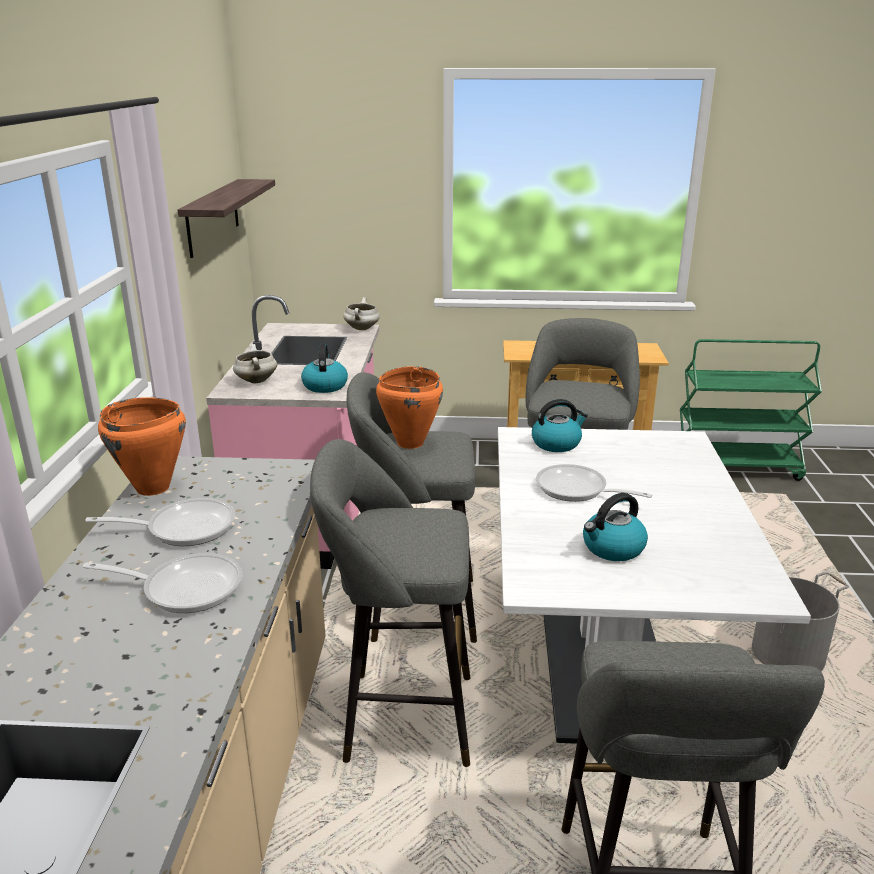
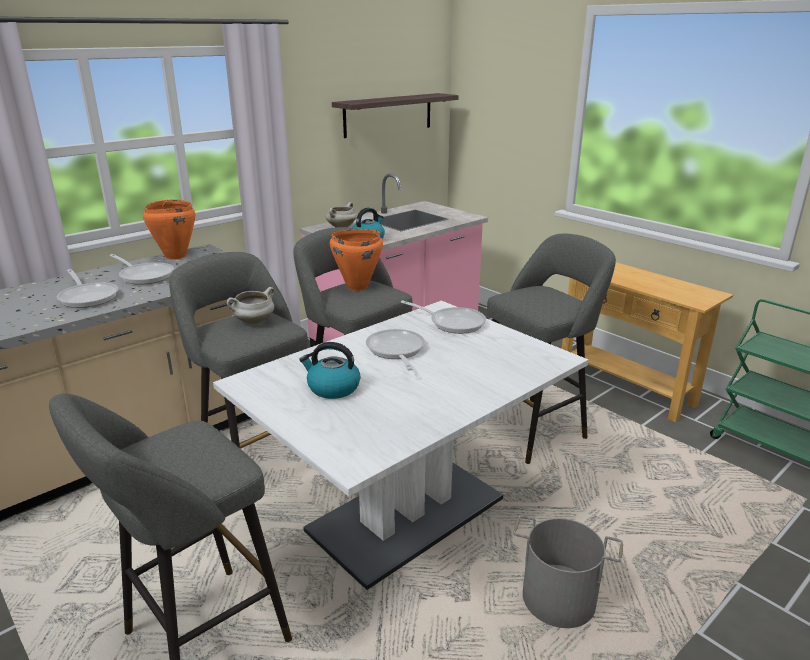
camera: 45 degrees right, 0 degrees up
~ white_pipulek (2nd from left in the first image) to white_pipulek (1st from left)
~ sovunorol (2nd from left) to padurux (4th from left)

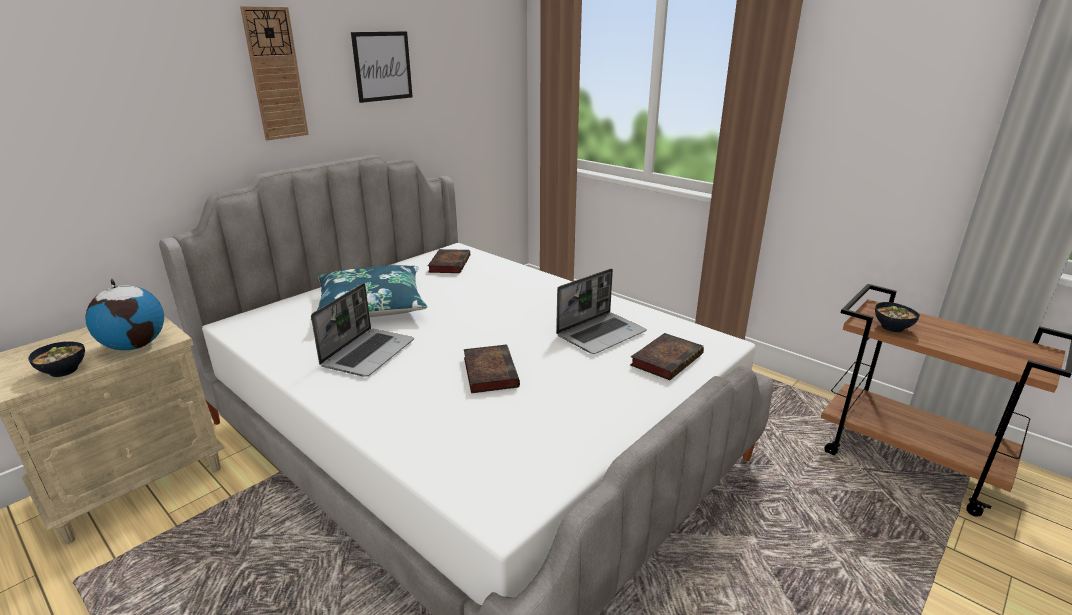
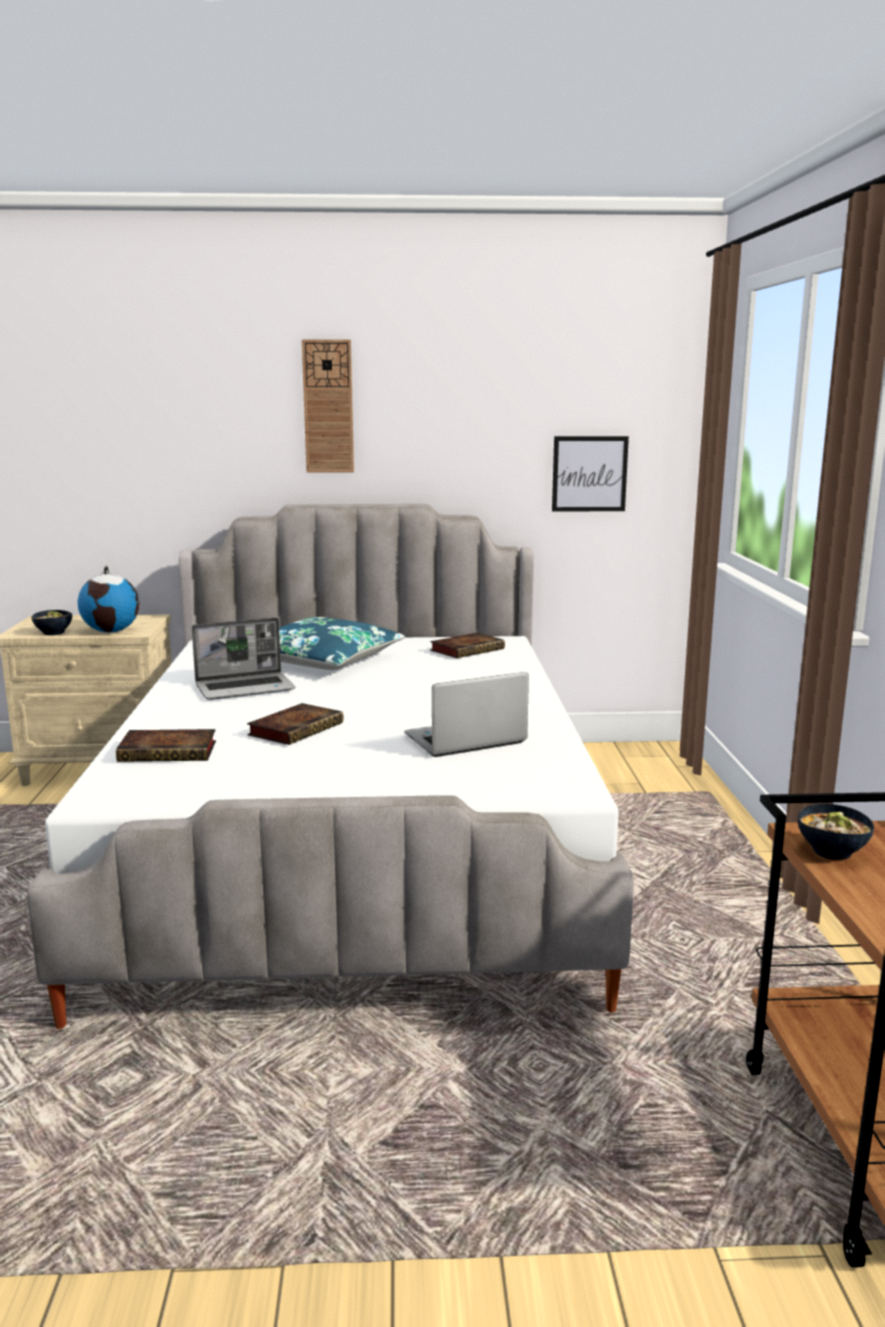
camera: 45 degrees right, 10 degrees down
~ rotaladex (3rd from left in the first image) to rotaladex (1st from left)
~ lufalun (2nd from left) 150 degrees clockwise
~ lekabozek

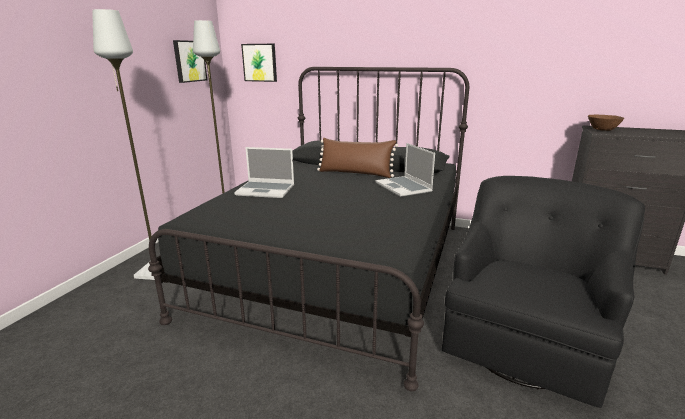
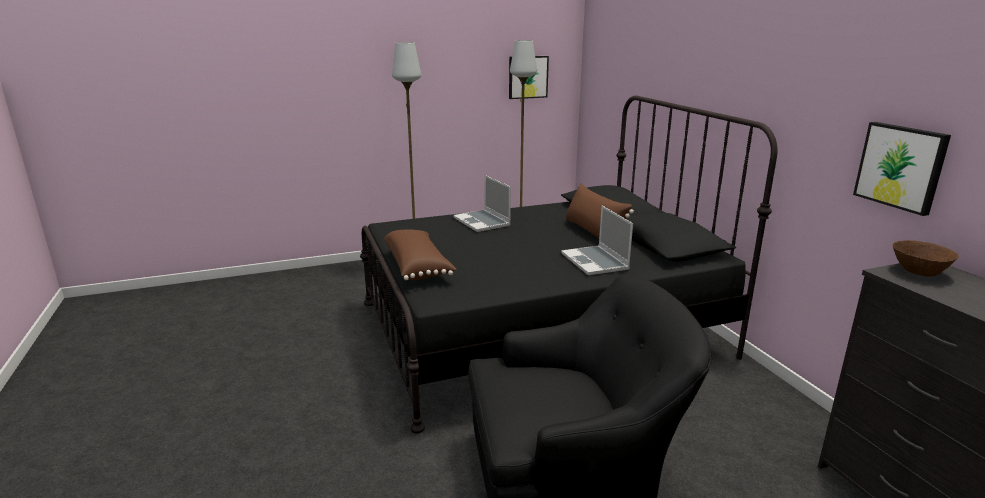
camera: 50 degrees right, 0 degrees up
+ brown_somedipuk (1st from left)
~ lufalun (2nd from left) 45 degrees counterclockwise
~ lekabozek (2nd from left)

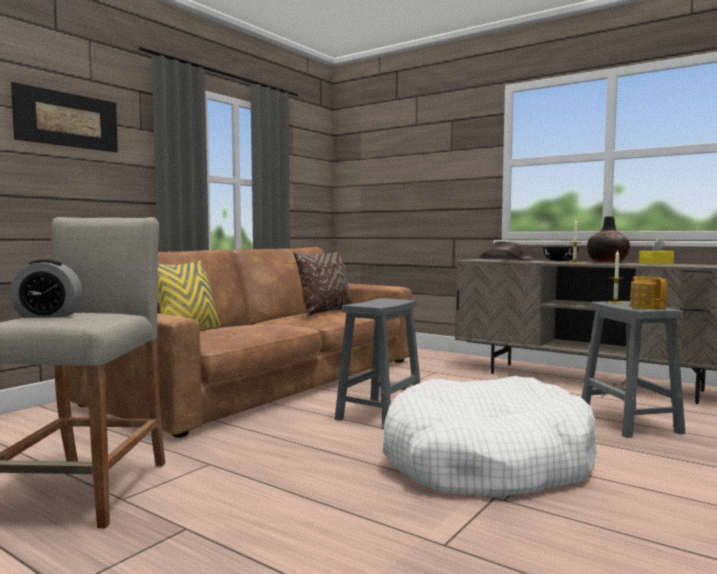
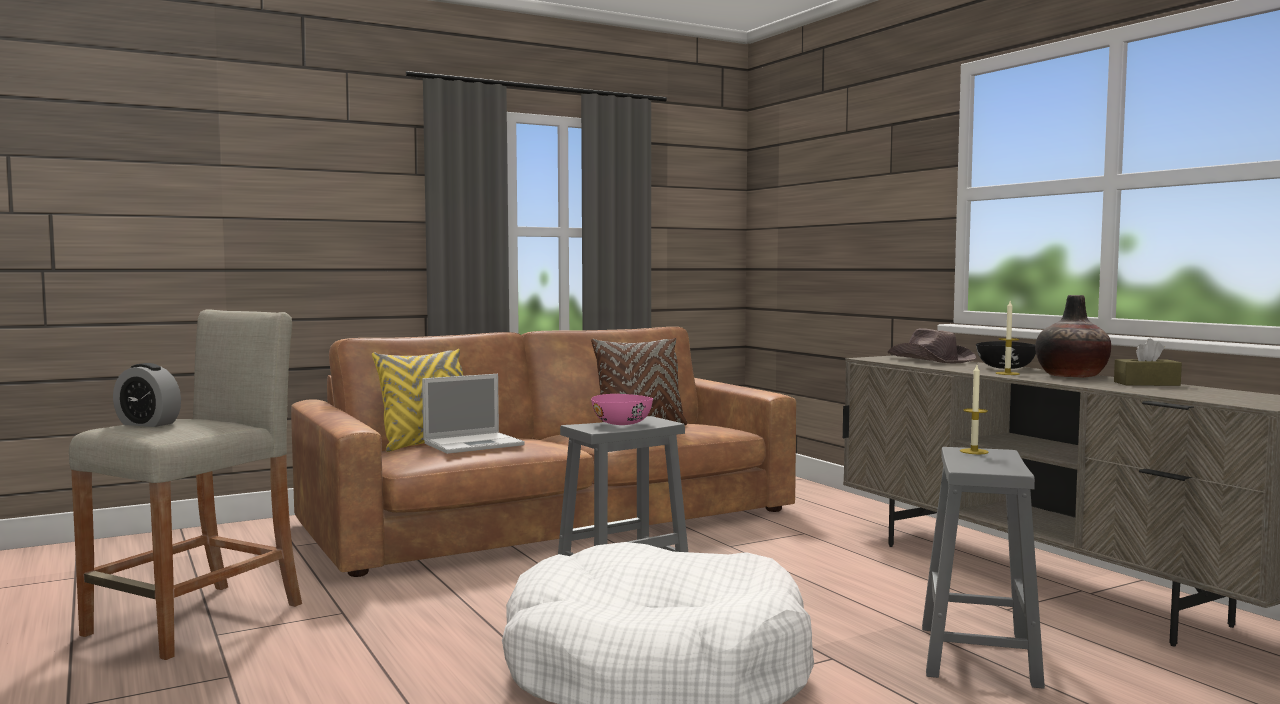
camera: 25 degrees right, 0 degrees up
+ lufalun
+ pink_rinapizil
~ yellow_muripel to brown_muripel
- lekabozek
- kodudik

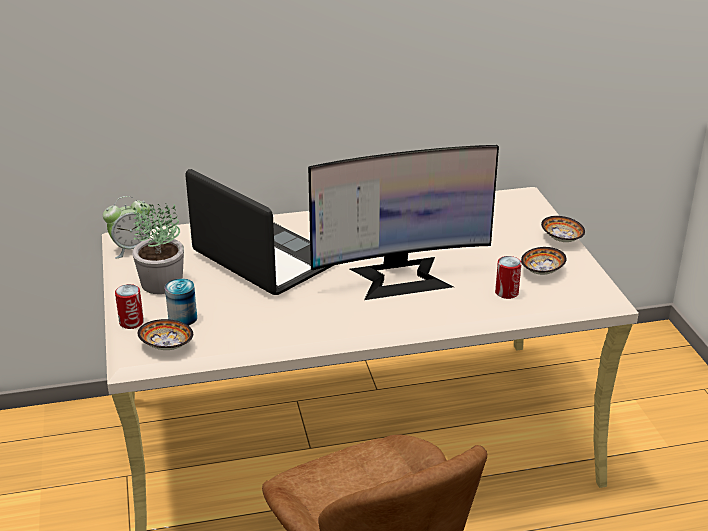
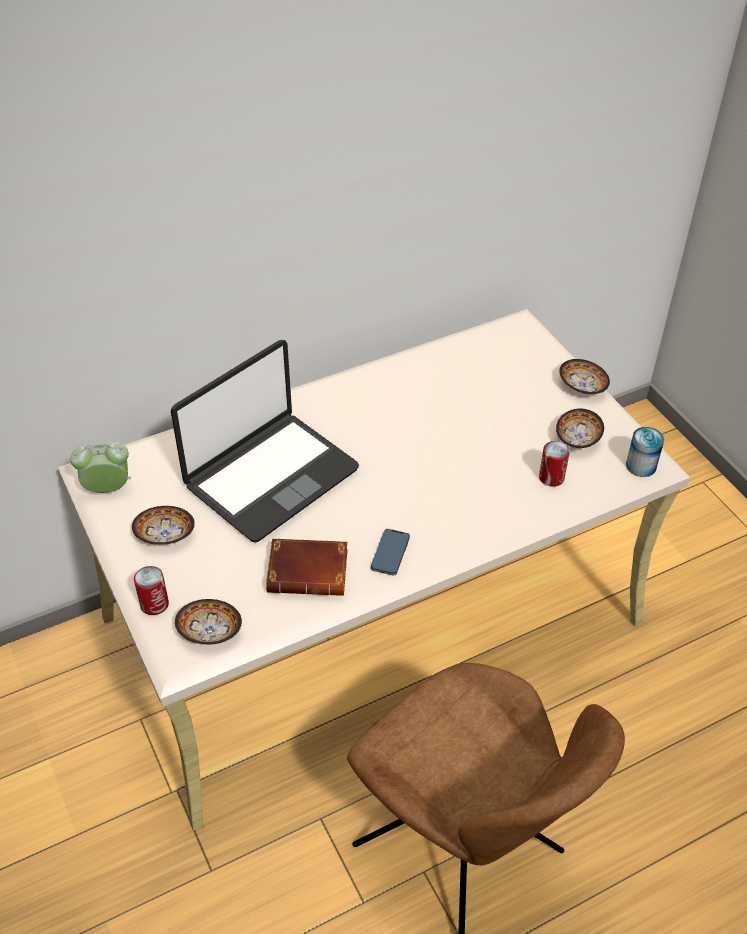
camera: 15 degrees left, 15 degrees up
~ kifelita 150 degrees counterclockwise
~ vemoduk to rinapizil (1st from left)
~ lufalun 105 degrees clockwise
+ brown_rotaladex
+ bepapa
~ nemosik (2nd from left in the first image) to nemosik (3rd from left)
- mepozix

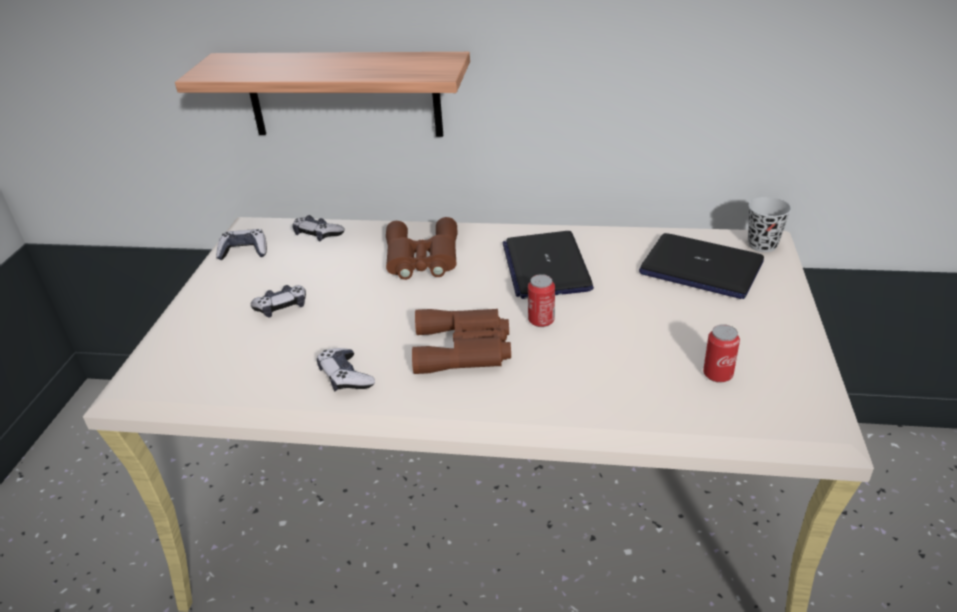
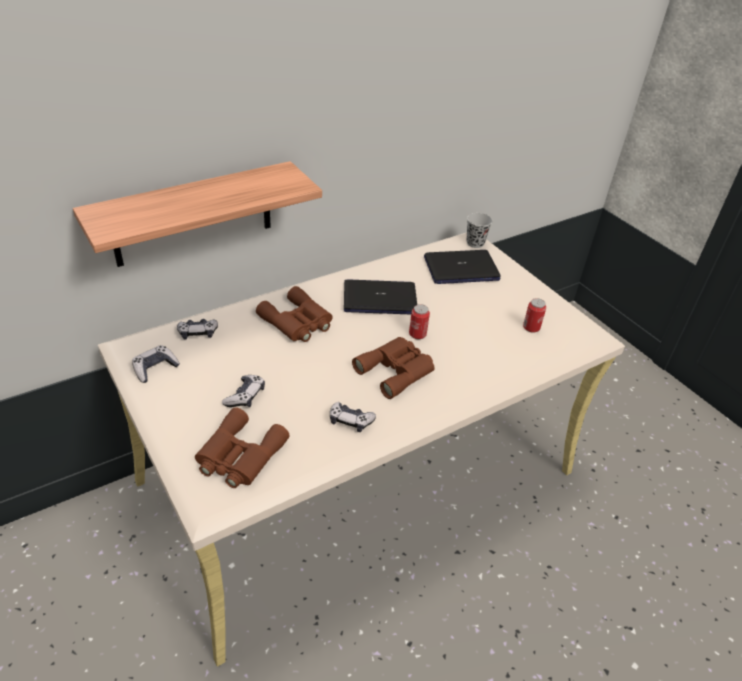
camera: 45 degrees left, 5 degrees up
+ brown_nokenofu (1st from left)
~ lufalun (1st from left) 135 degrees clockwise

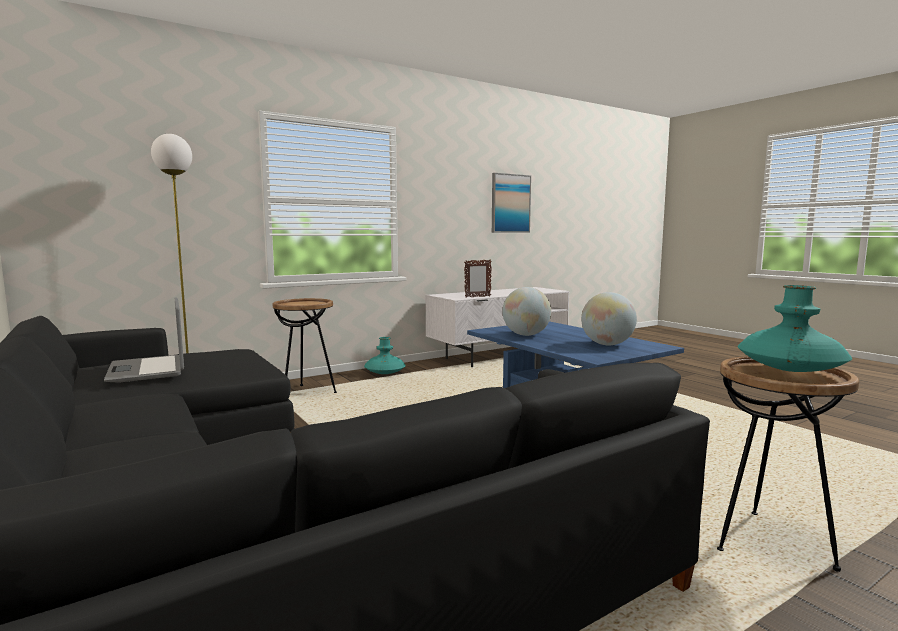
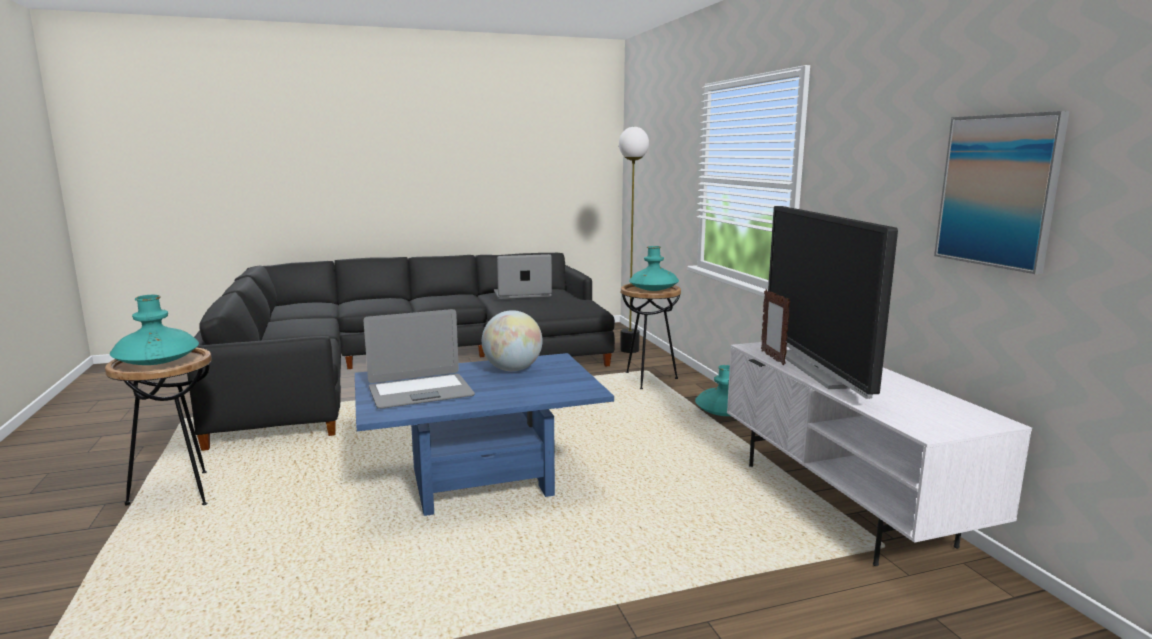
camera: 105 degrees right, 5 degrees up
~ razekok (2nd from left) to lufalun (1st from left)
+ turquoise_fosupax (2nd from left)
+ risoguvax

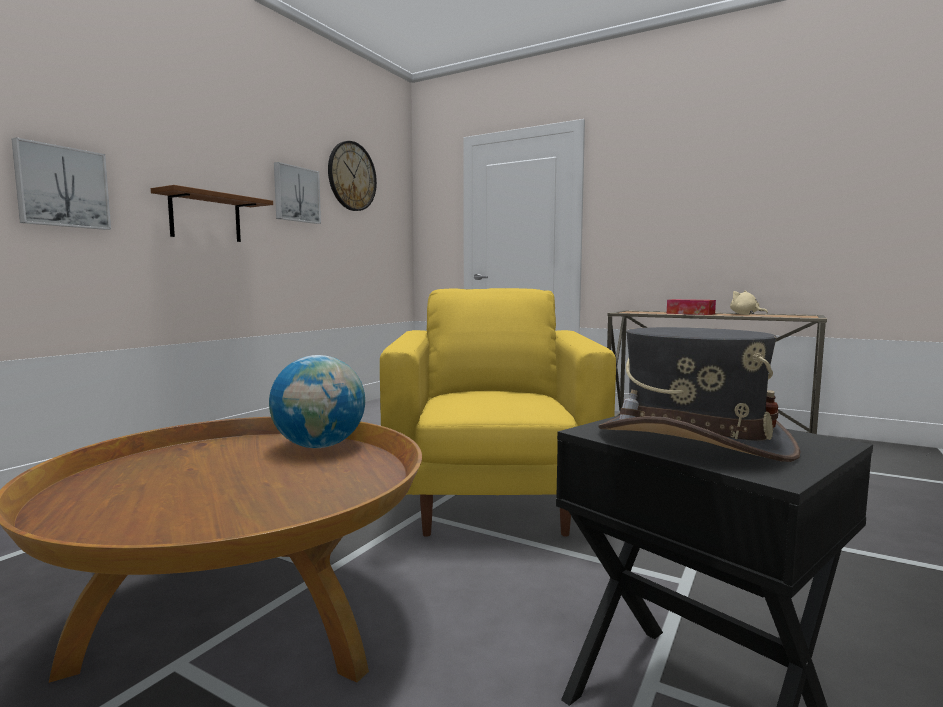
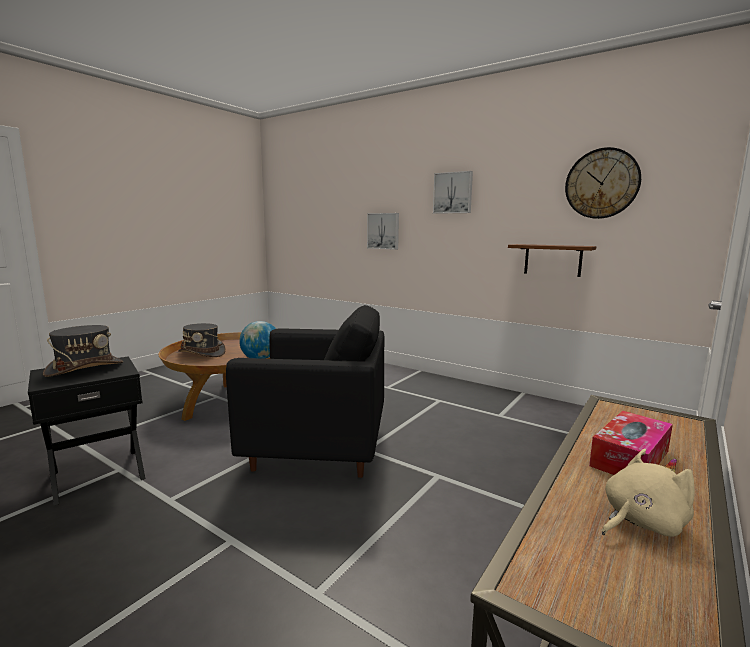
camera: 95 degrees right, 5 degrees up
+ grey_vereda (2nd from left)
~ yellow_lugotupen to black_lugotupen
~ lekabozek (2nd from left)
~ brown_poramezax

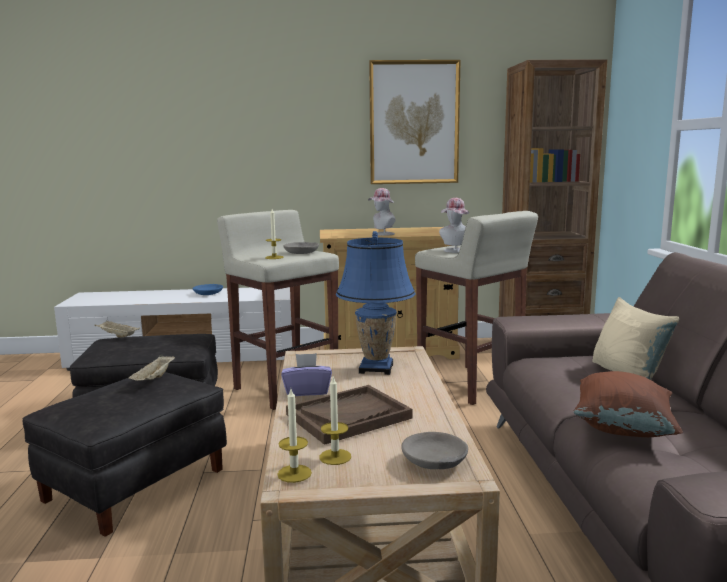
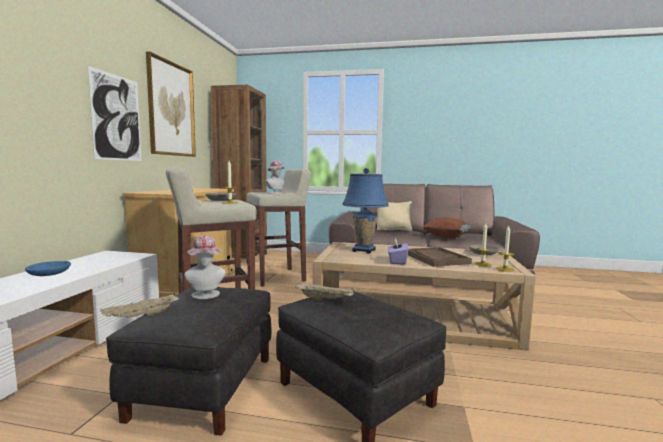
camera: 75 degrees left, 5 degrees down
+ lekabozek (1st from left)
~ vereda (1st from left)

